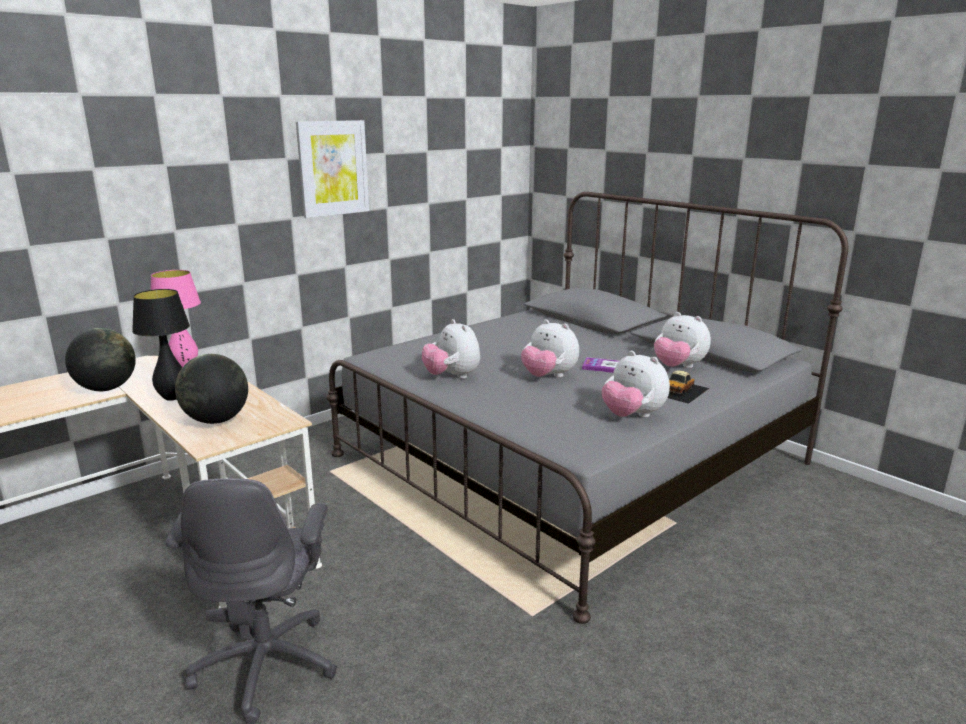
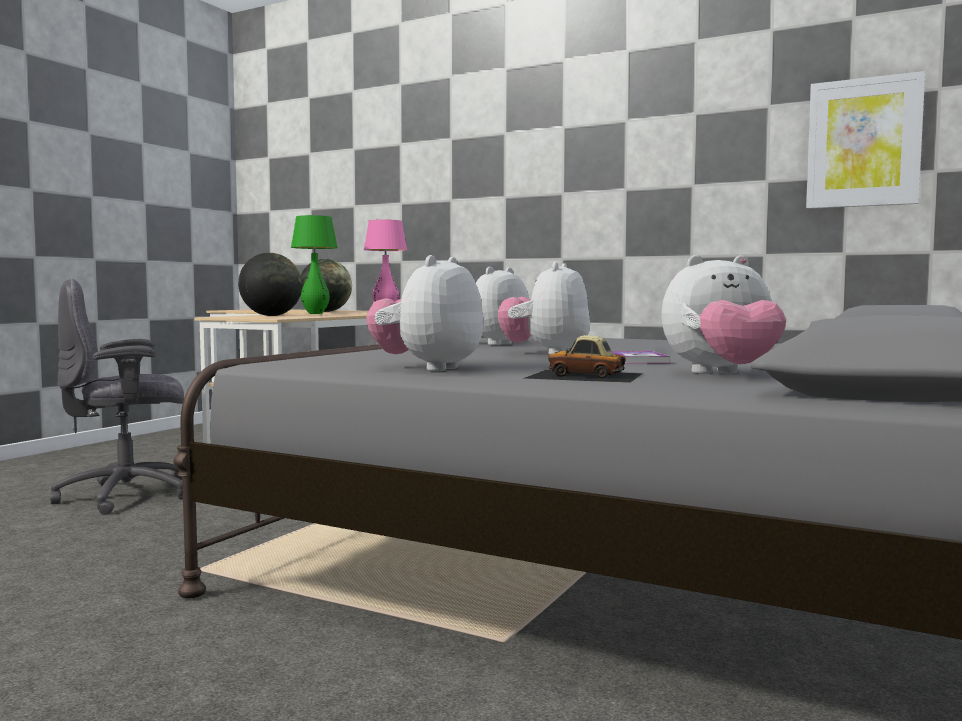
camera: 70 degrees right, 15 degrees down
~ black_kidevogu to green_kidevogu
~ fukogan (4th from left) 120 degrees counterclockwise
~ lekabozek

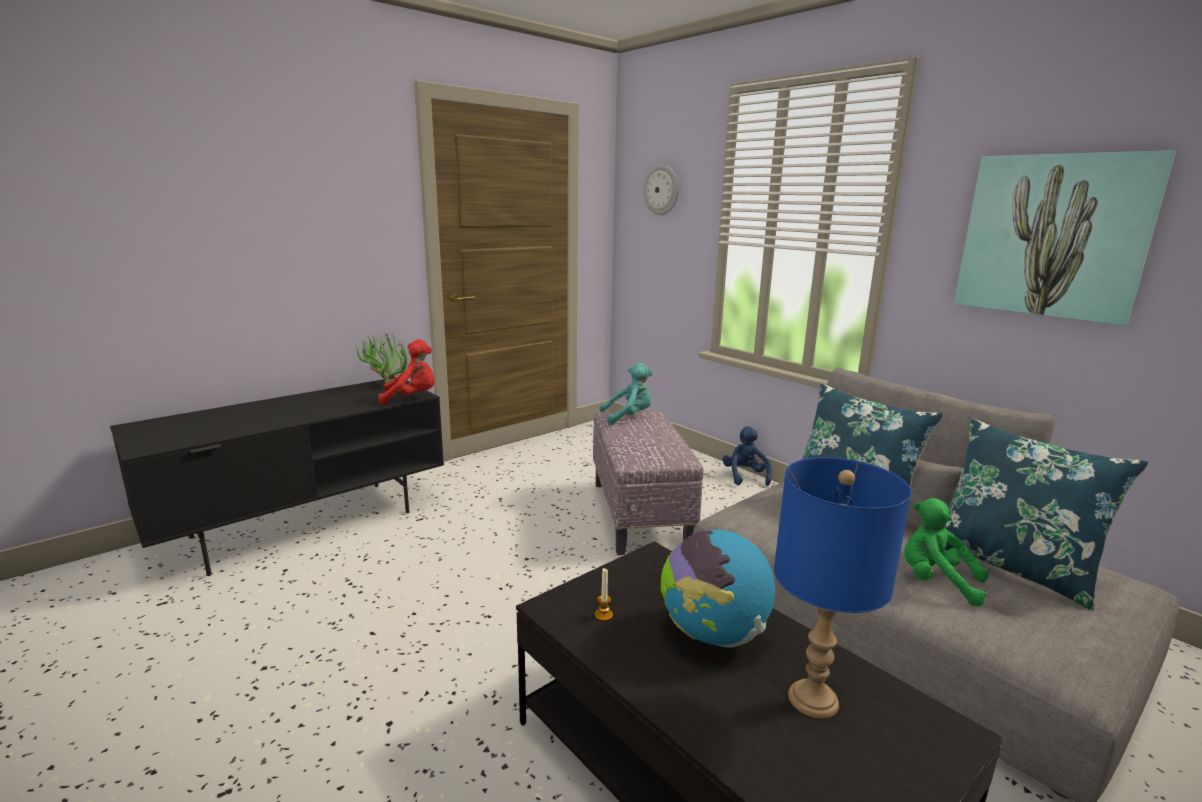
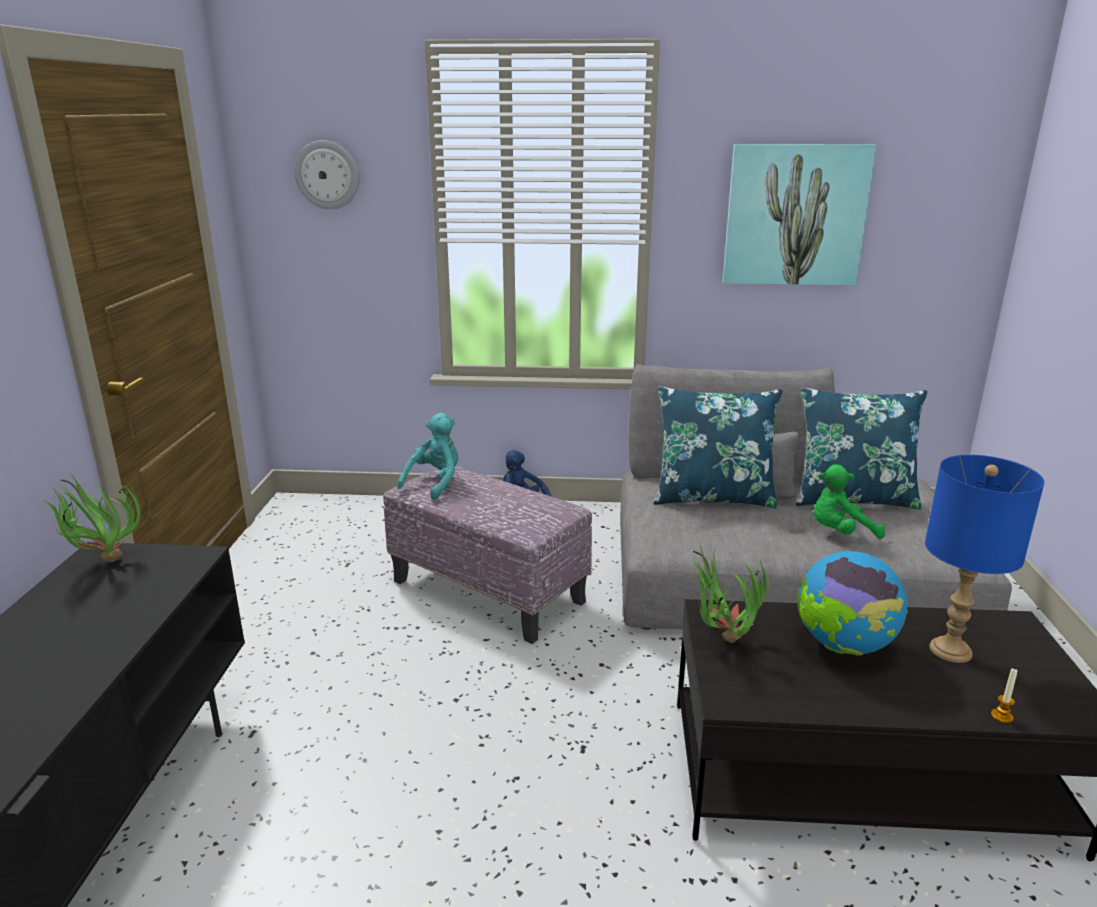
camera: 45 degrees left, 5 degrees up
+ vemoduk (2nd from left)
~ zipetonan
- red_fukogan

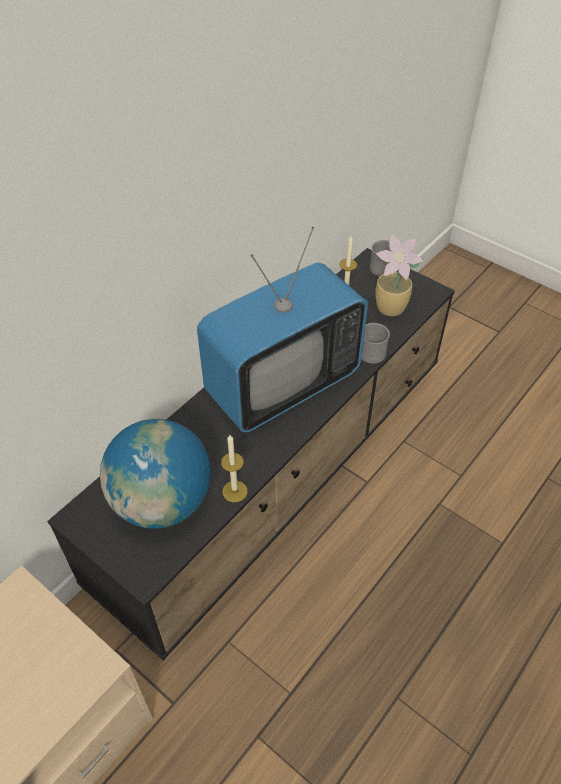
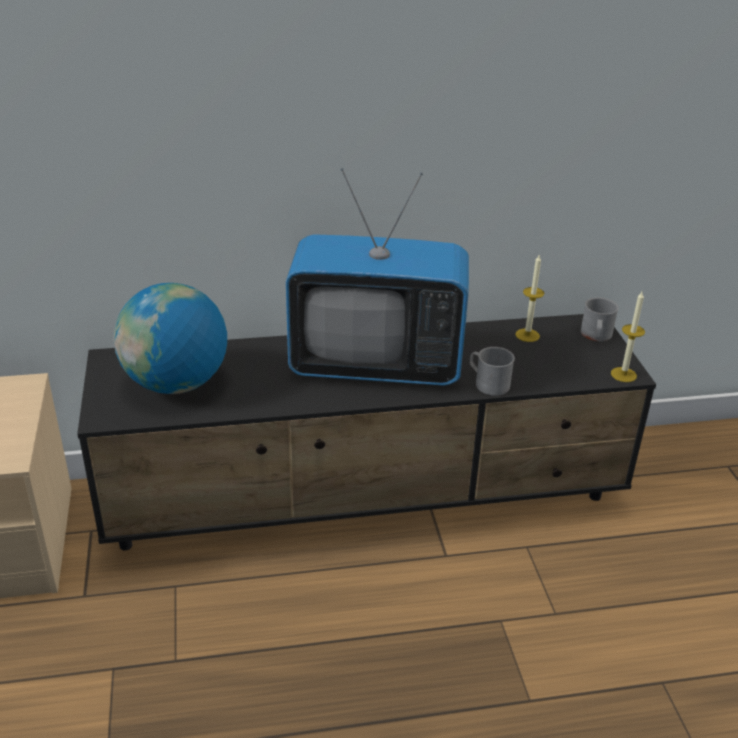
camera: 40 degrees right, 15 degrees down
~ zipetonan (1st from left in the first image) to zipetonan (2nd from left)
- vemoduk

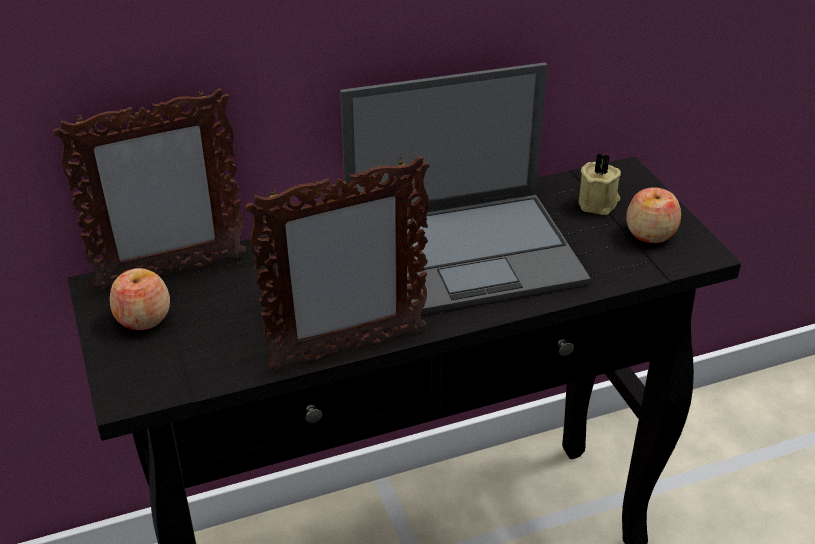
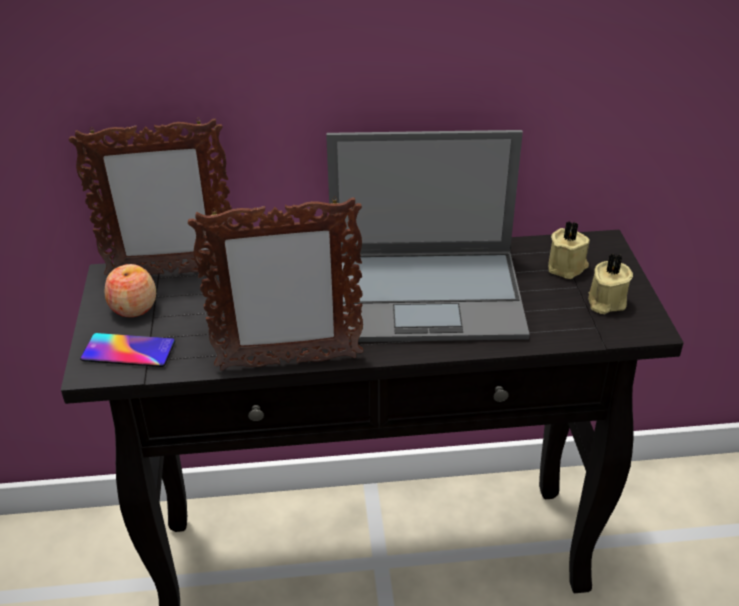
camera: 15 degrees right, 0 degrees up
+ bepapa
~ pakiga (2nd from left) to beige_zipetonan (2nd from left)

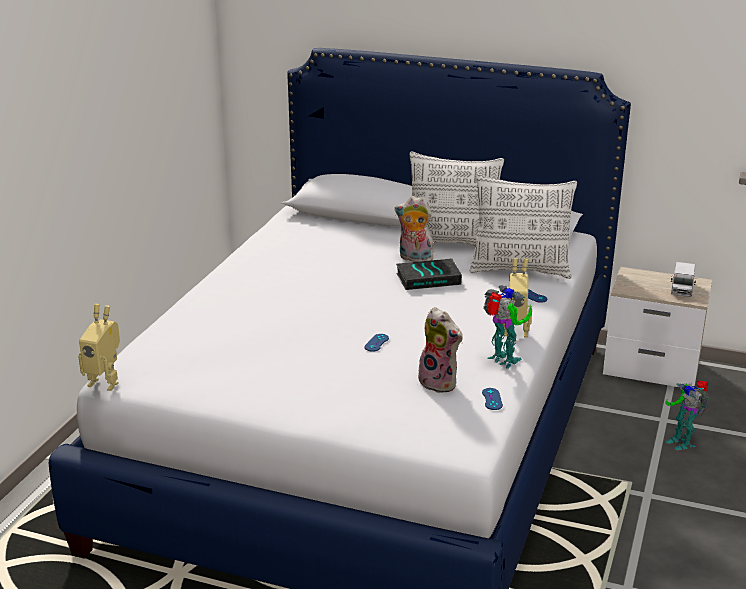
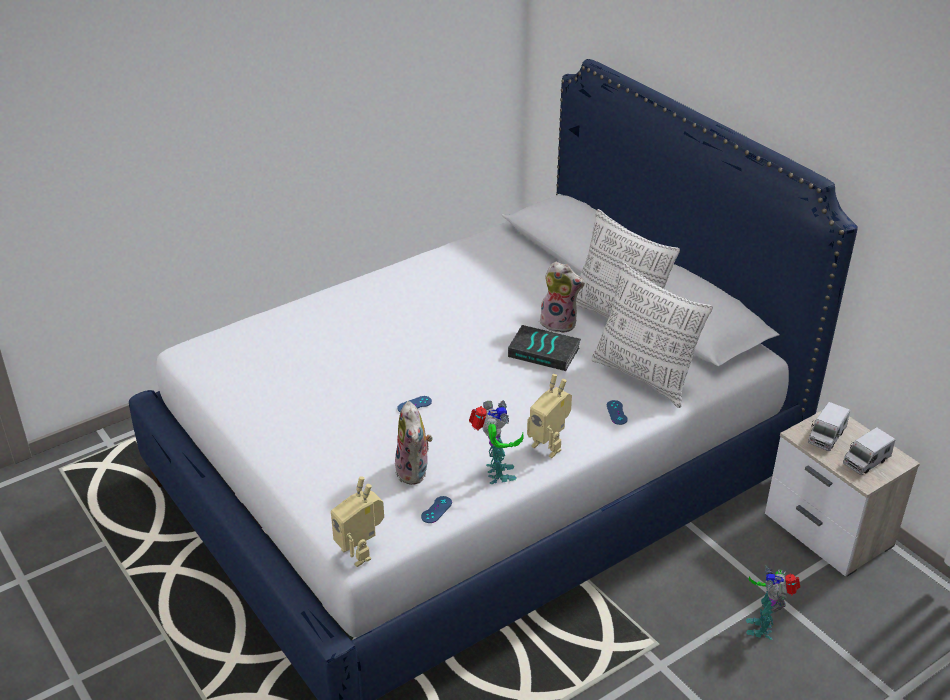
camera: 35 degrees right, 10 degrees up
~ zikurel (1st from left)
~ fukogan (1st from left in the first image) 150 degrees clockwise
+ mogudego (1st from left)

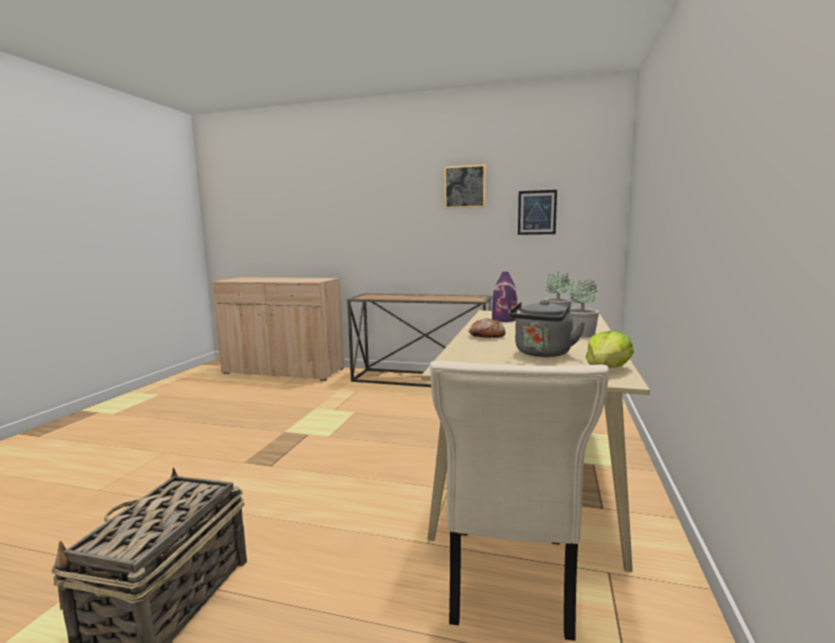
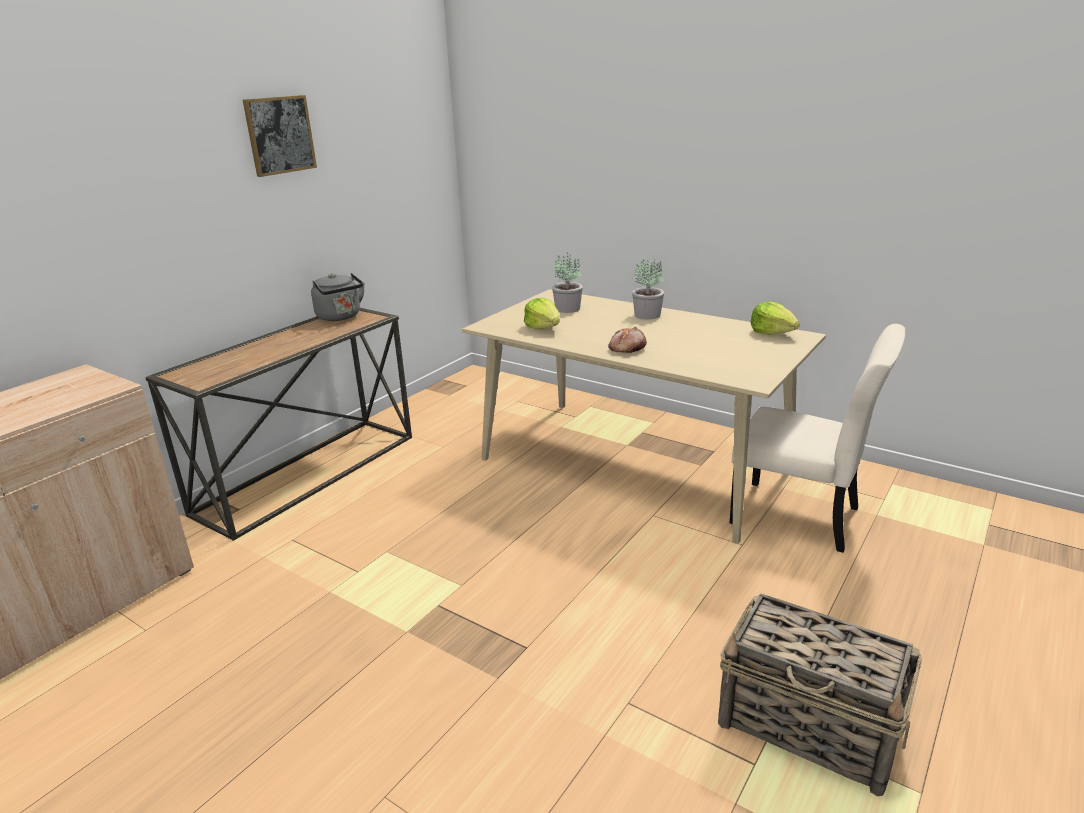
camera: 70 degrees left, 15 degrees up
~ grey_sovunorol
~ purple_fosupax to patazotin (1st from left)
- lekabozek (2nd from left)

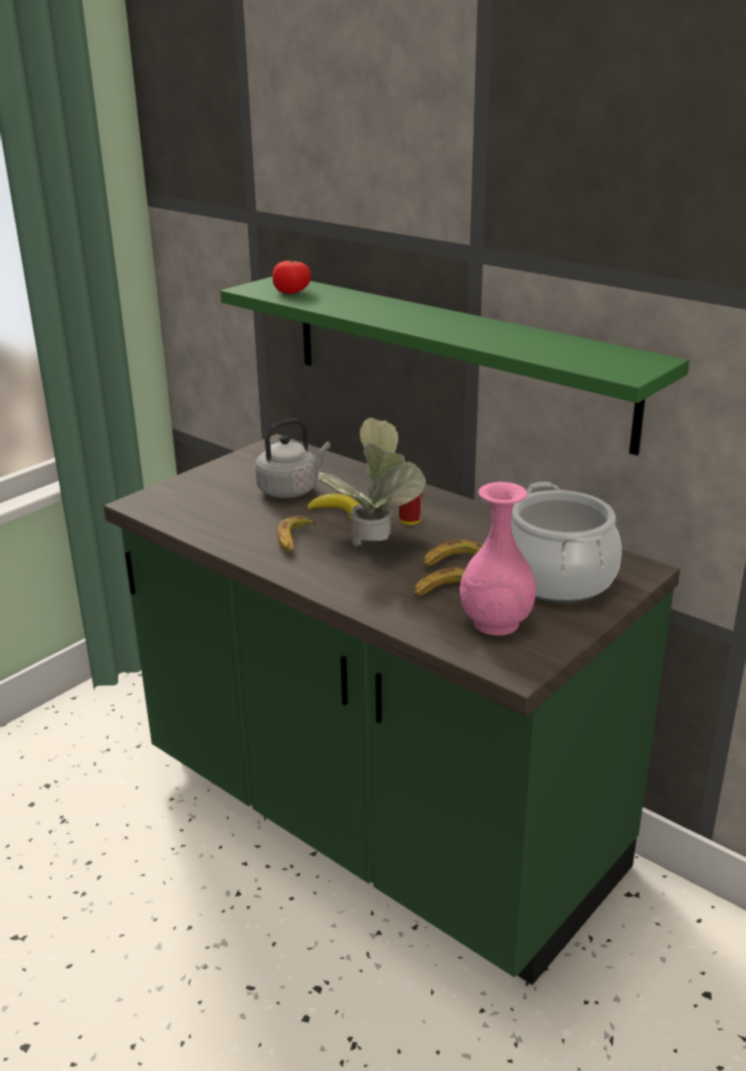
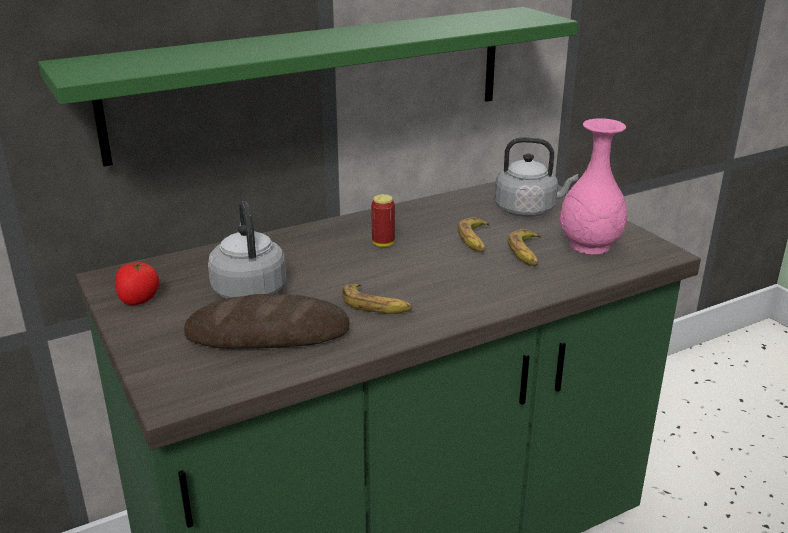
camera: 70 degrees left, 0 degrees up
~ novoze
+ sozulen
~ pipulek to grey_sovunorol (2nd from left)
- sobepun (2nd from left)
- vemoduk

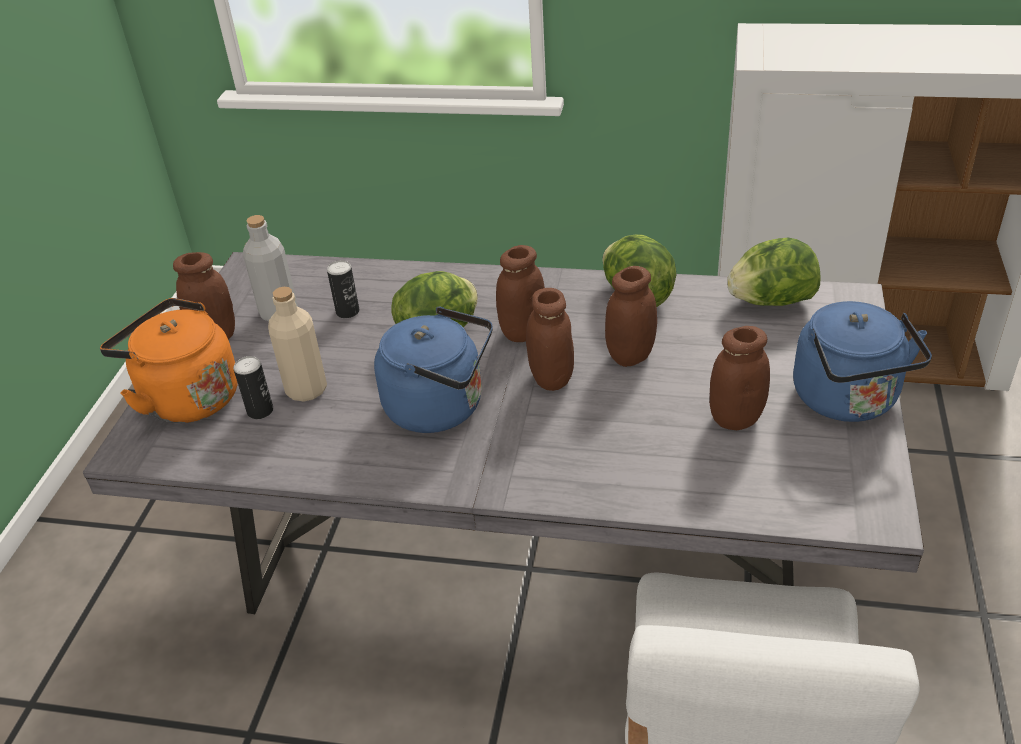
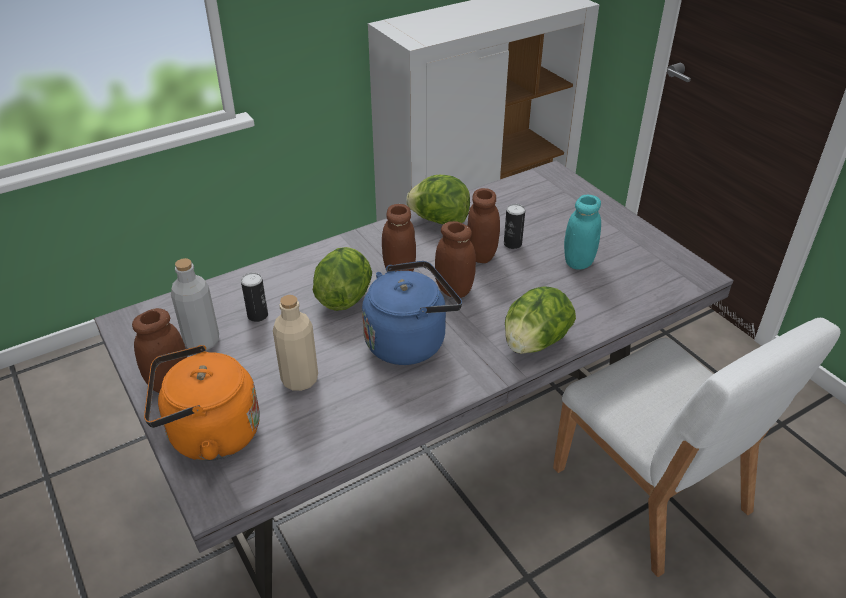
camera: 45 degrees left, 0 degrees up
~ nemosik (1st from left in the first image) to nemosik (2nd from left)
~ patazotin (3rd from left)
~ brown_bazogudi (5th from left) to turquoise_bazogudi
- blue_sovunorol (2nd from left)

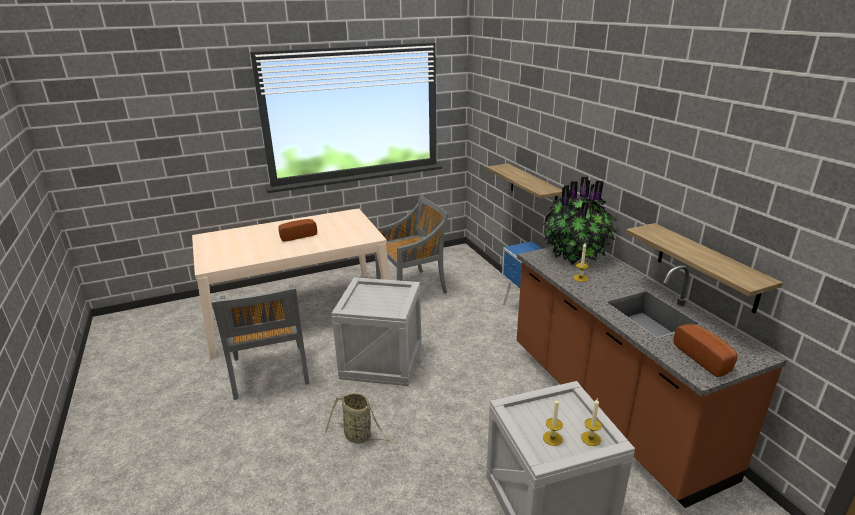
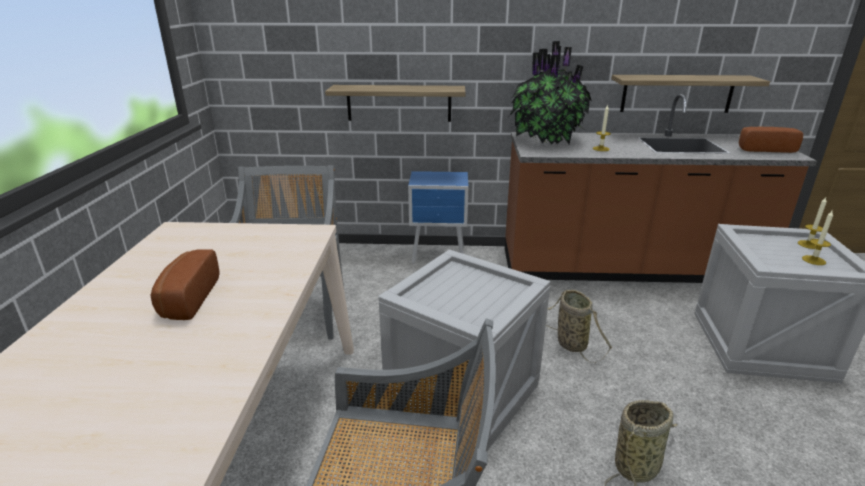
camera: 65 degrees left, 0 degrees up
+ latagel (1st from left)

